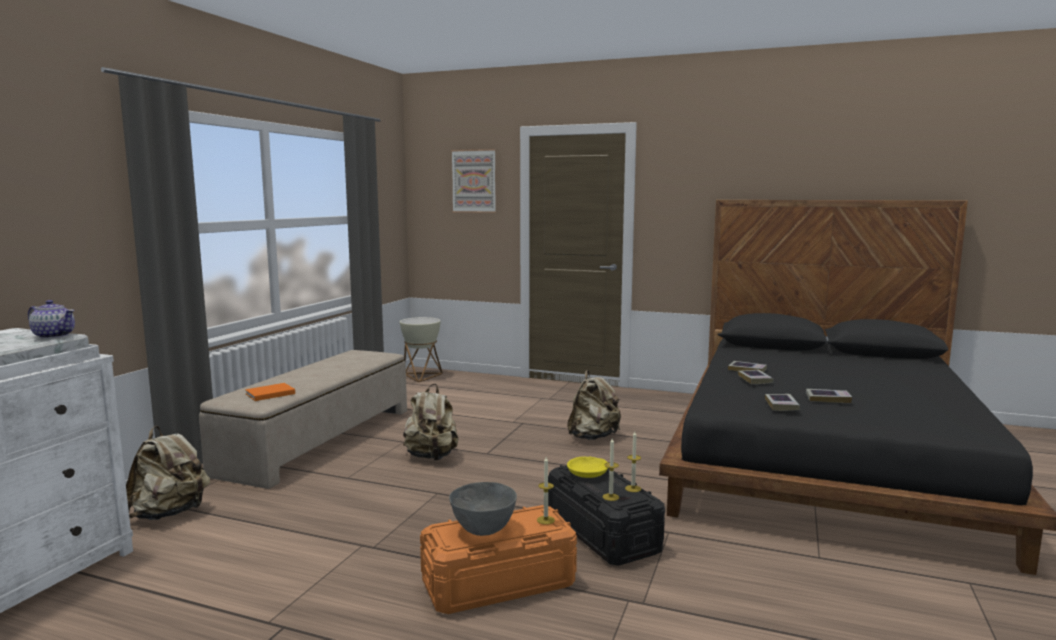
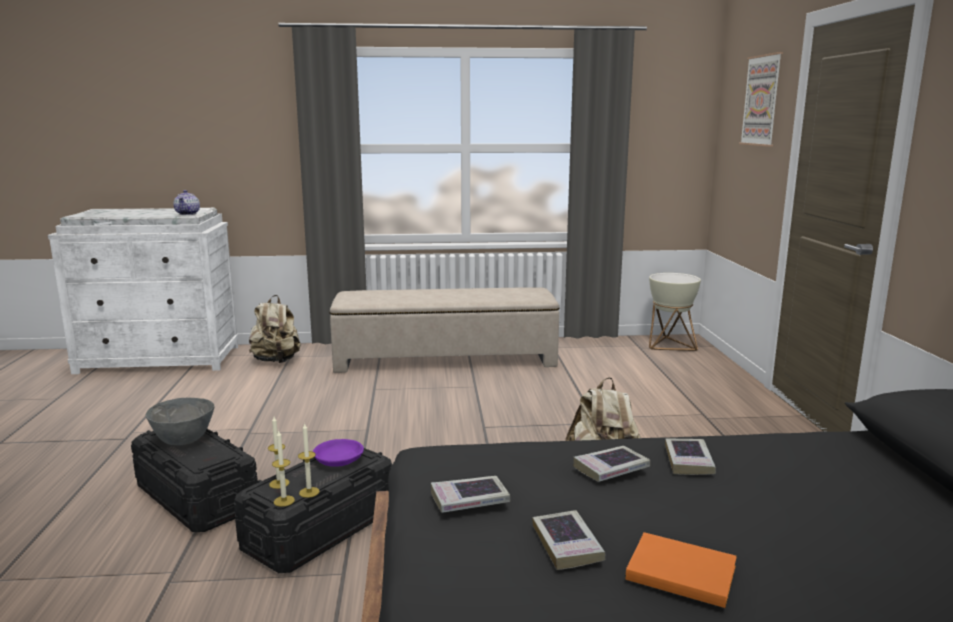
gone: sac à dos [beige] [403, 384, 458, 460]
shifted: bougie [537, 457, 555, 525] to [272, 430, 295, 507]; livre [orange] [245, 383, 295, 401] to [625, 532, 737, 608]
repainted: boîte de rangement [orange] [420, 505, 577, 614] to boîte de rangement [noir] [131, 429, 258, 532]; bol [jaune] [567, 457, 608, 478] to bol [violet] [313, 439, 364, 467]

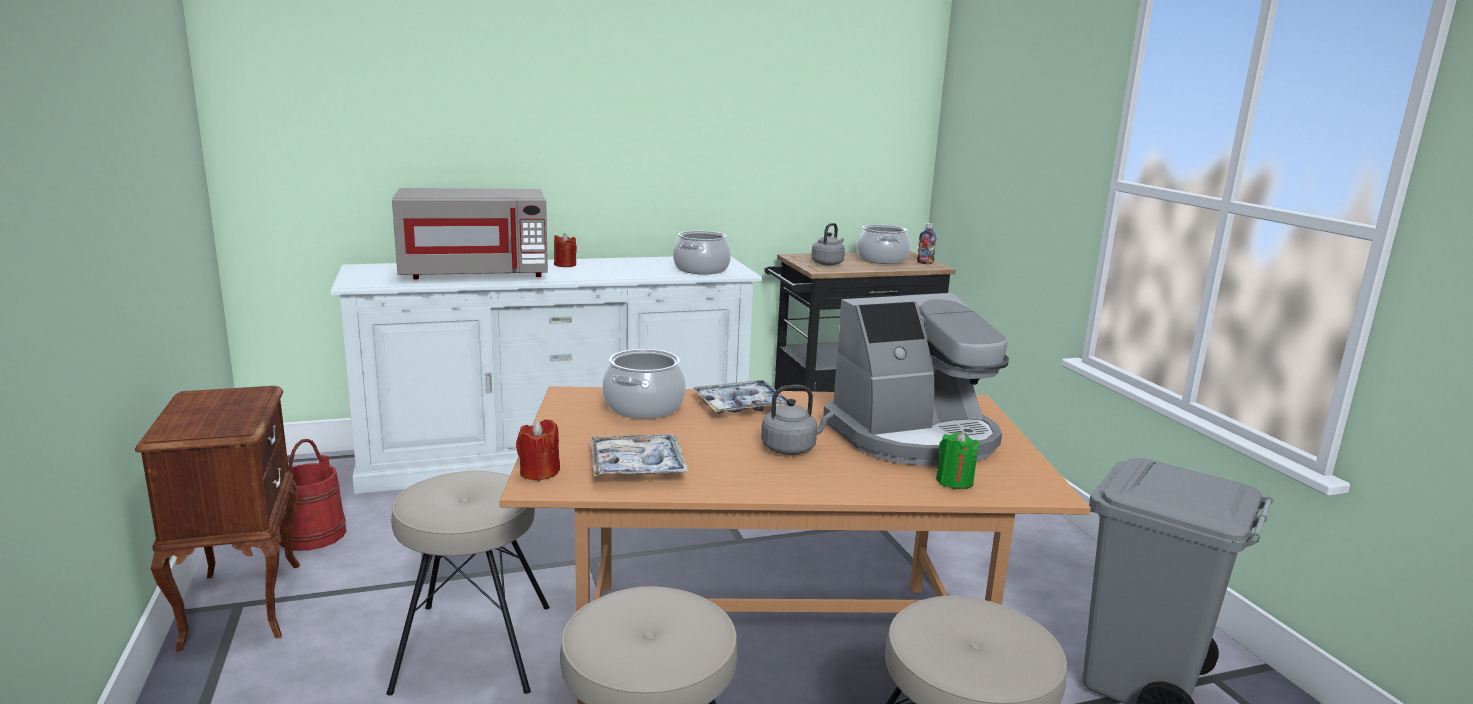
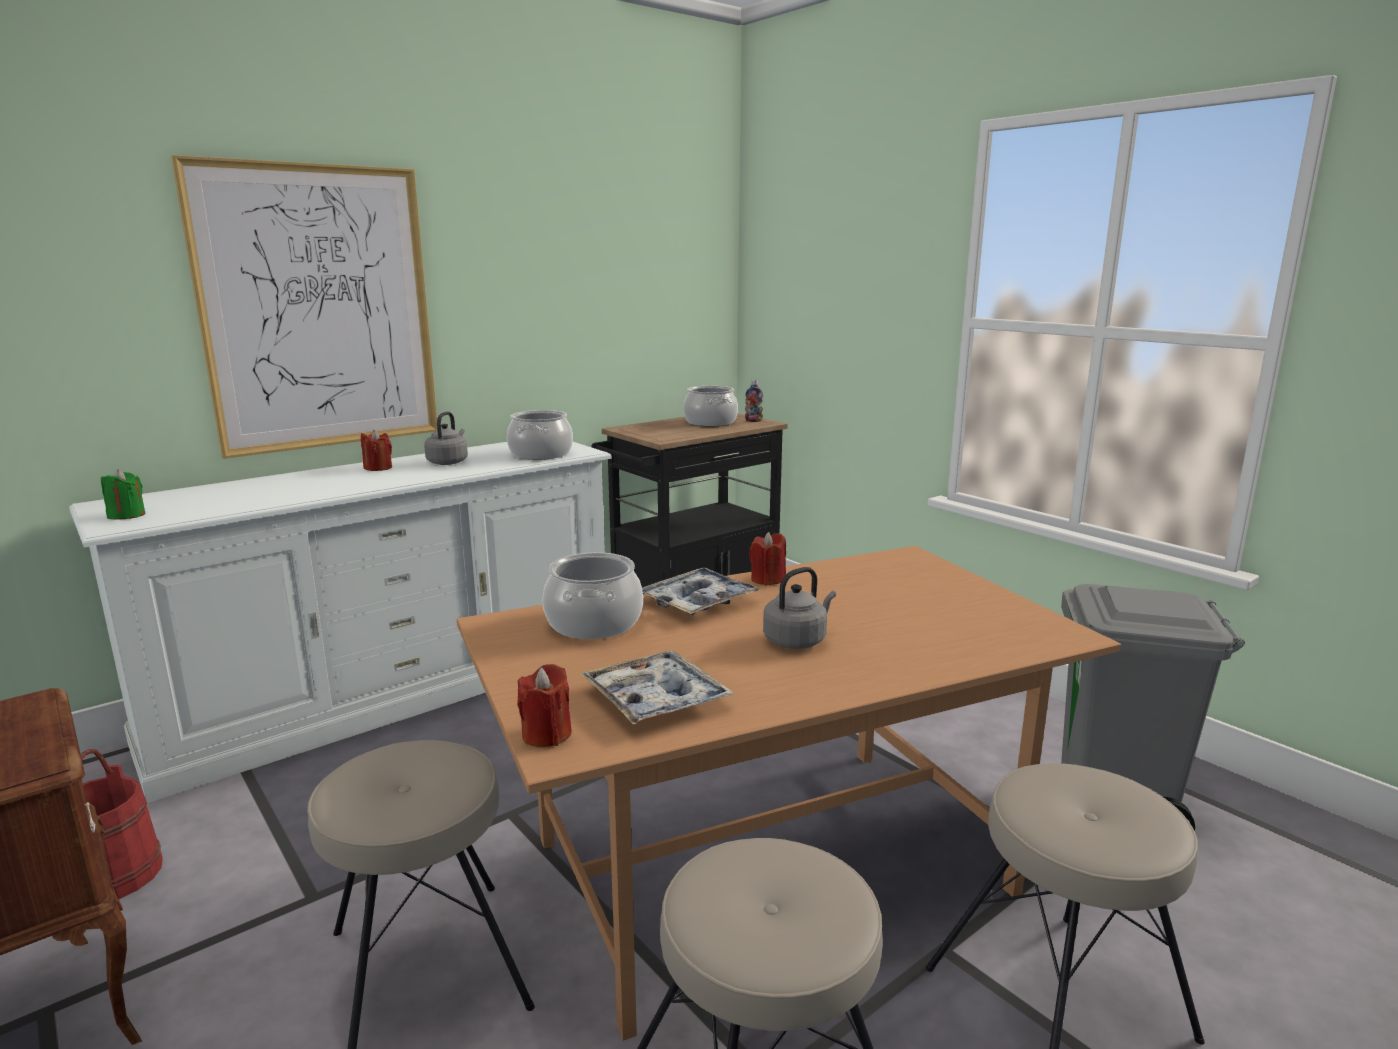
gone: micro-ondes [gris] [392, 188, 548, 279]; machine à café [823, 293, 1009, 466]
new: tableau [171, 155, 437, 459]; bougie [rouge] [749, 532, 786, 585]
shifted: bougie [vert] [936, 431, 980, 489] to [101, 469, 145, 520]; bouilloire [gris] [811, 223, 845, 265] to [424, 411, 468, 465]

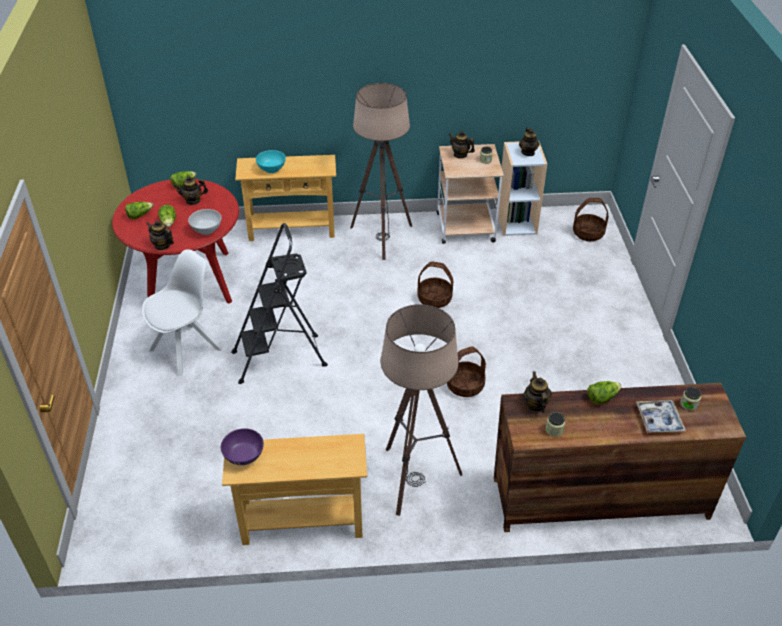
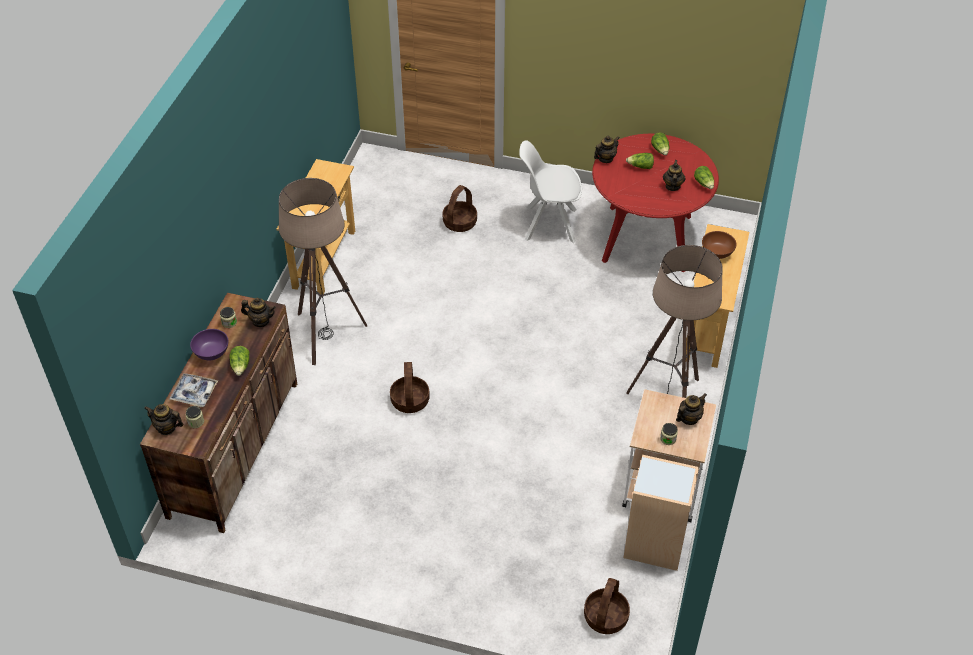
gone: bol [blanc] [188, 209, 222, 235]; escabeau [231, 223, 328, 384]
shifted: théière [519, 127, 539, 156] to [144, 404, 184, 435]; bol [violet] [221, 428, 264, 465] to [190, 329, 228, 360]; panier [417, 262, 453, 308] to [442, 185, 477, 232]
repainted: bol [turquoise] [256, 150, 286, 173] to bol [marron] [702, 231, 736, 259]
rotated: chaise [blanc] [142, 249, 223, 376] = [519, 140, 582, 243] 120 degrees clockwise

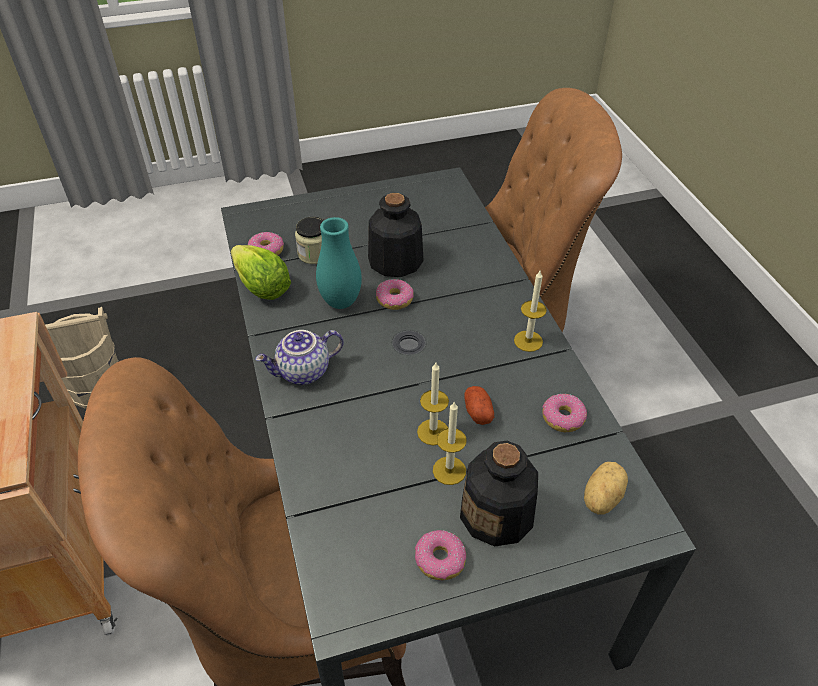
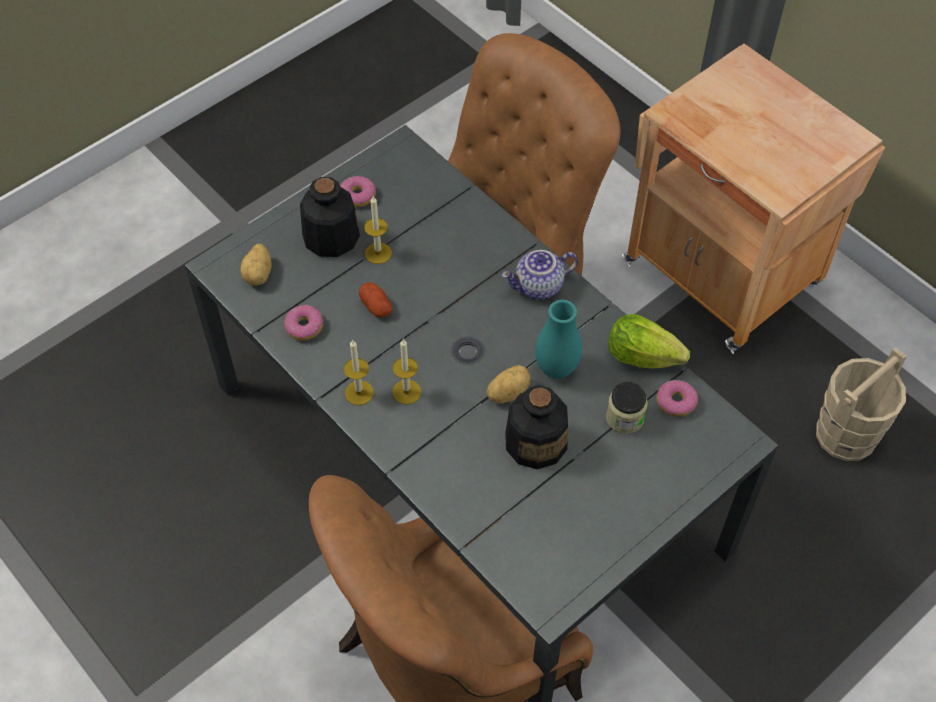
shifted: bougie [417, 363, 449, 445] to [392, 339, 421, 404]
swapped: beignet [376, 279, 414, 310] to pomme de terre [487, 365, 530, 403]
rotated: théière [255, 330, 344, 385] = [502, 250, 578, 299] 150 degrees counterclockwise

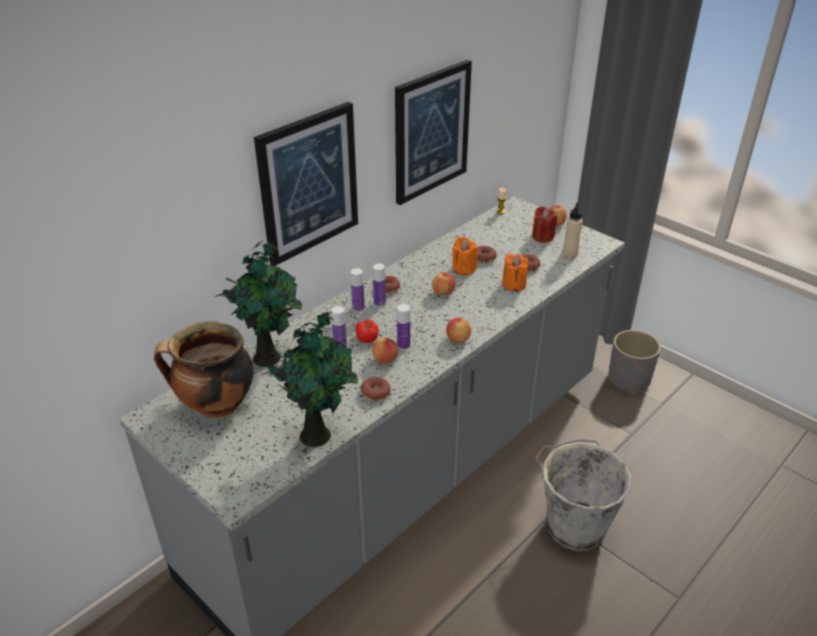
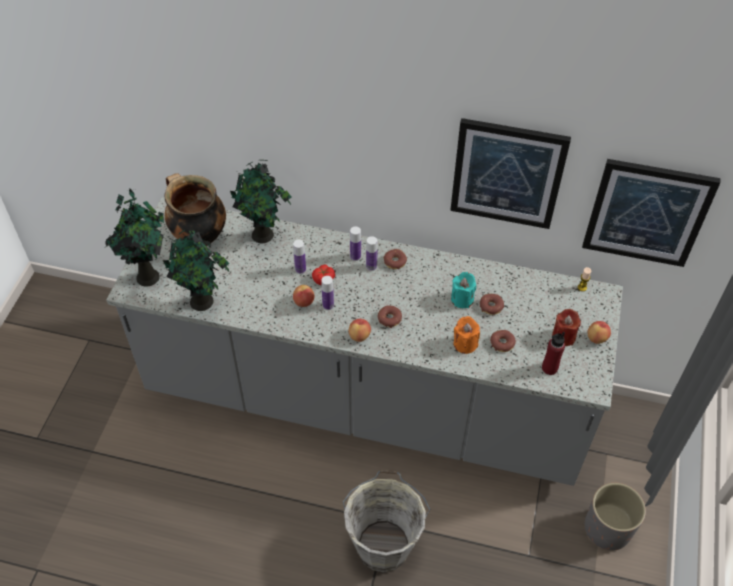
gone: pomme [432, 272, 456, 295]
new: plante en pot [105, 188, 164, 287]
shifted: beignet [361, 377, 391, 401] to [378, 305, 402, 328]; tableau [254, 102, 358, 266] to [582, 159, 721, 267]
repainted: bougie [orange] [452, 237, 478, 275] to bougie [turquoise] [451, 272, 476, 308]; bouteille [beige] [562, 203, 583, 258] to bouteille [rouge] [542, 332, 565, 375]

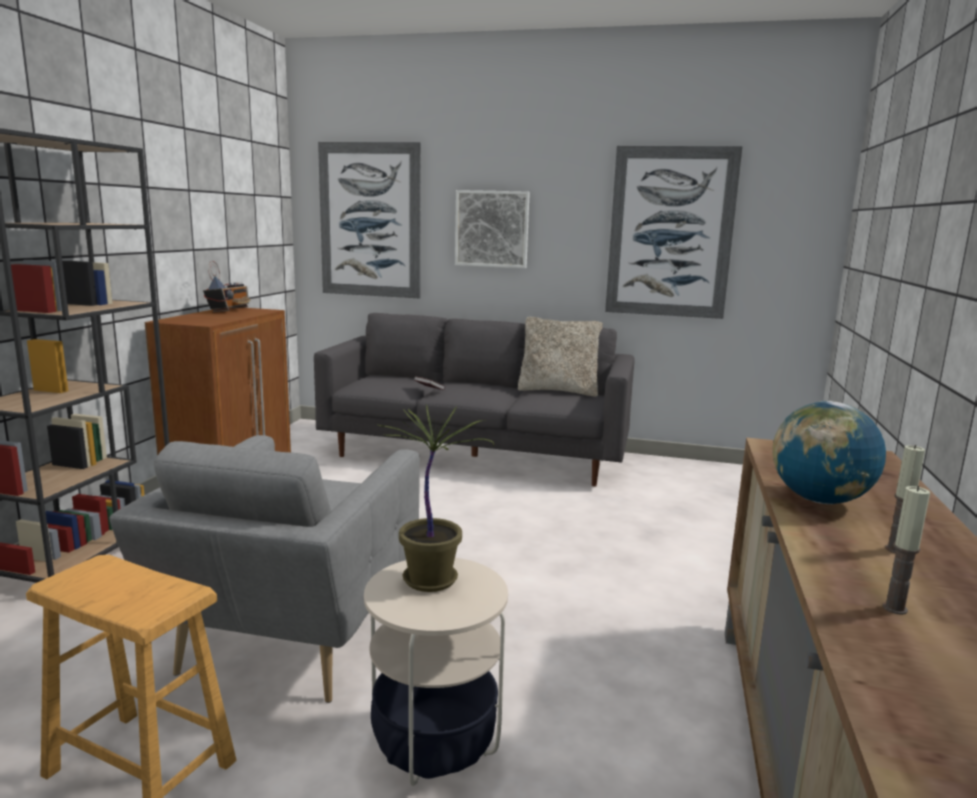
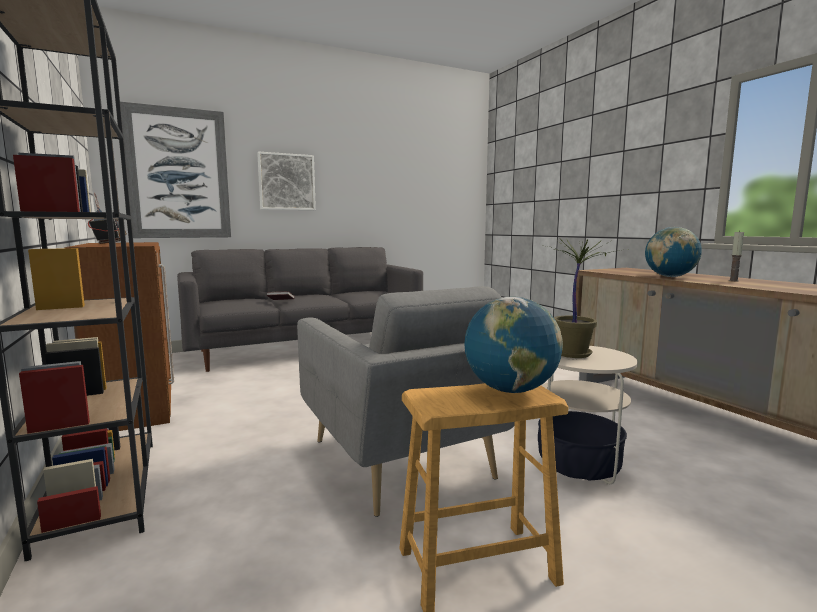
gone: coussin [beige] [518, 317, 603, 397]; tableau [605, 146, 743, 319]; bougie [883, 486, 930, 615]
new: globe [464, 297, 563, 393]

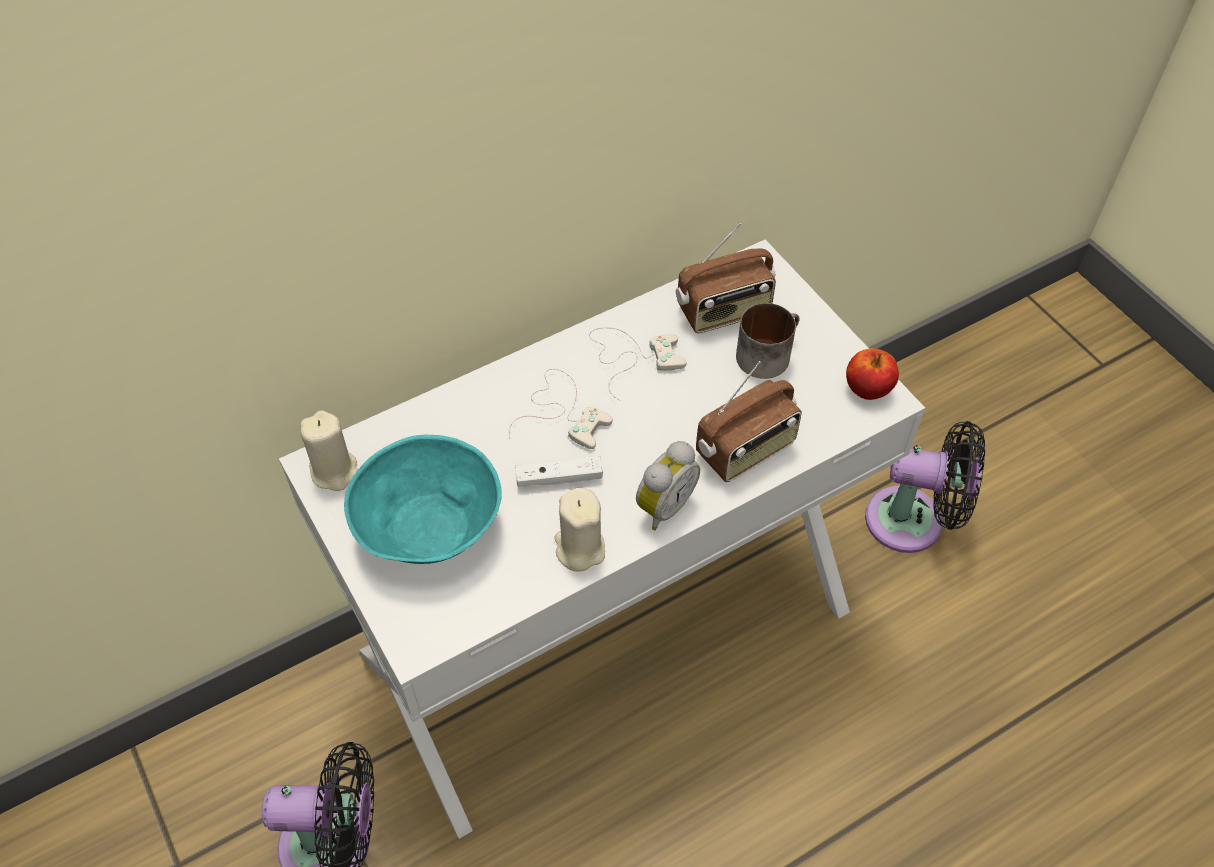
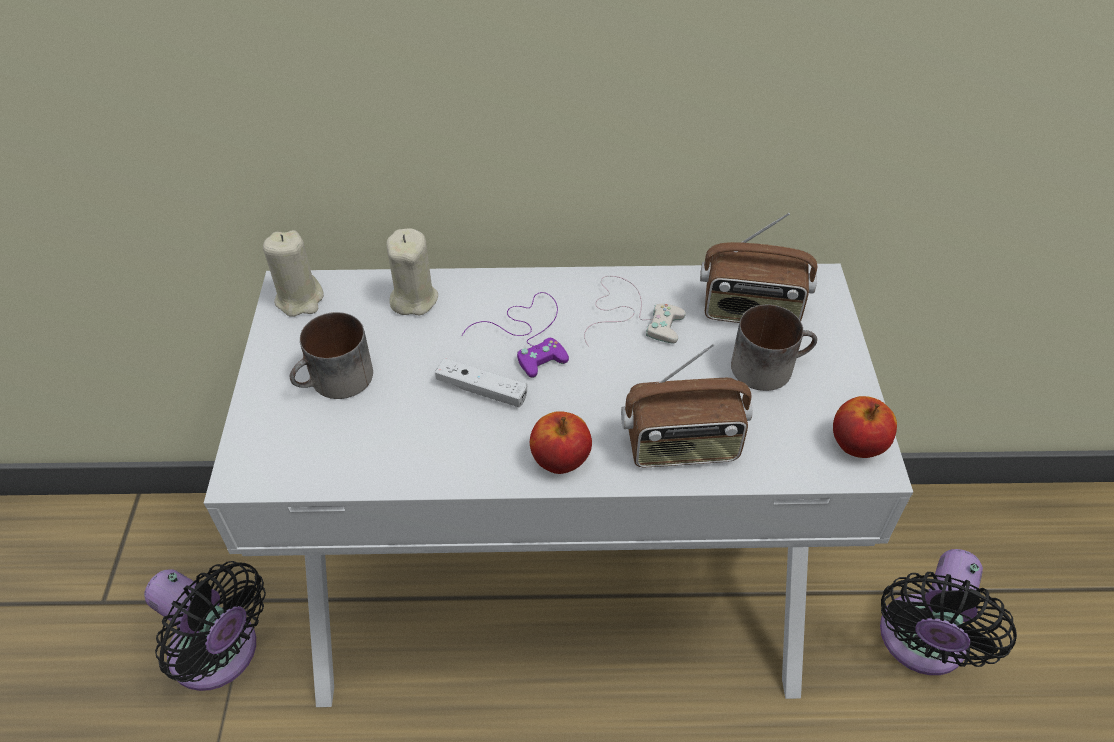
shifted: bougie [beige] [554, 488, 605, 572] to [386, 228, 438, 315]
swapped: bol [turquoise] [344, 435, 502, 564] to mug [290, 312, 373, 399]; réveil [636, 441, 700, 530] to pomme [530, 411, 592, 474]
repainted: manette [blanc] [509, 369, 613, 449] to manette [violet] [462, 292, 569, 378]
rotated: ventilateur [noir] [865, 421, 985, 553] = [880, 549, 1017, 675] 75 degrees clockwise

